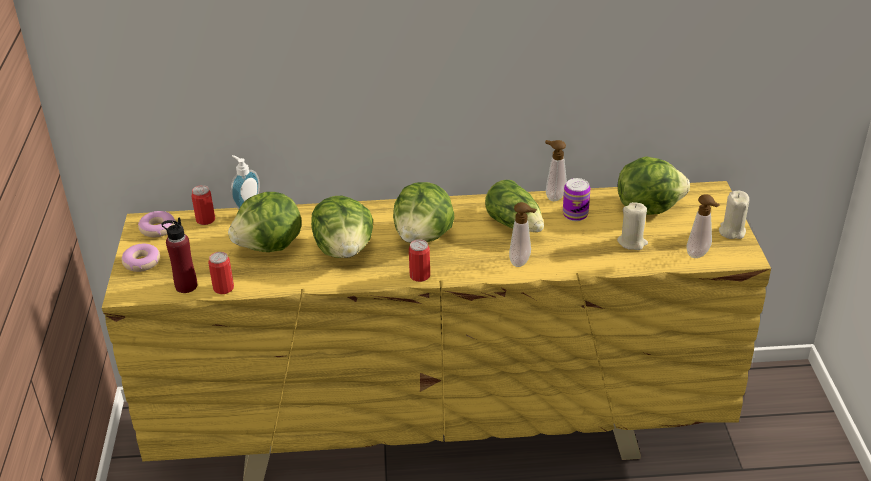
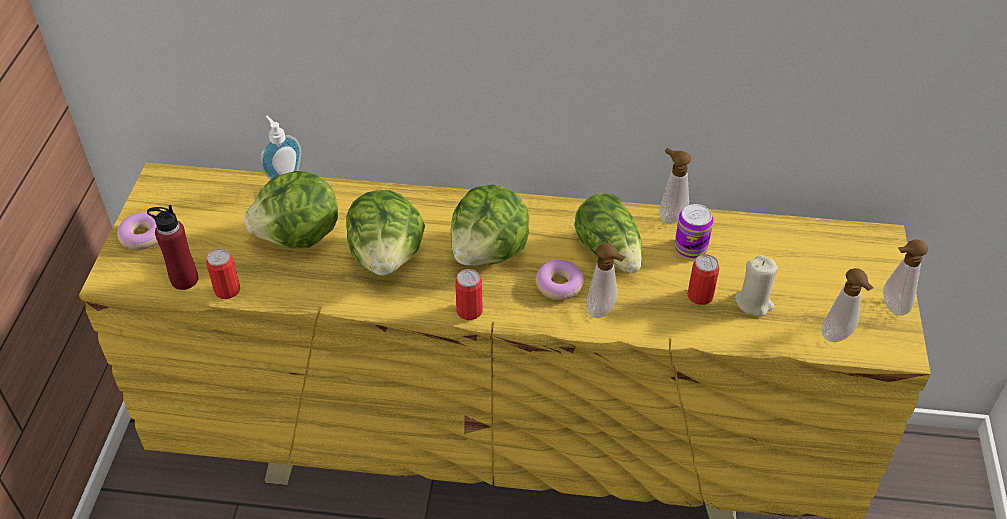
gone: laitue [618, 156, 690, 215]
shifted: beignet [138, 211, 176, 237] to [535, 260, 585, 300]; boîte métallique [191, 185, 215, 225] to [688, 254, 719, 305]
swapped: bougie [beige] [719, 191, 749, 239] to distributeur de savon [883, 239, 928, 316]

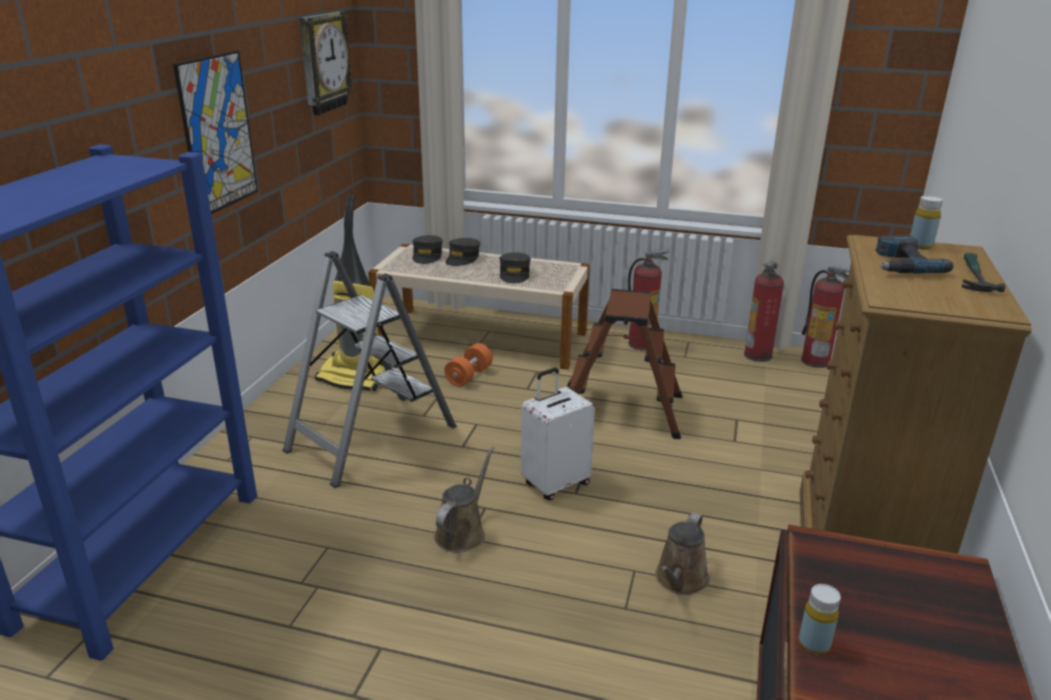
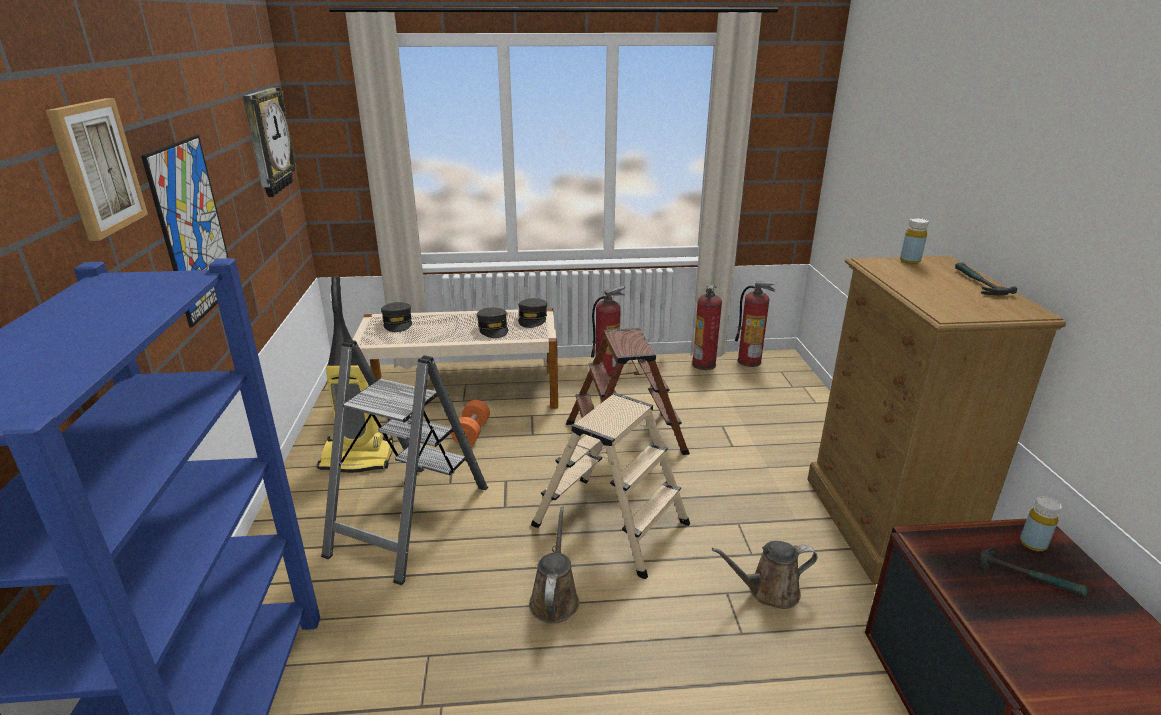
gone: perceuse [875, 236, 954, 274]
new: tableau [46, 98, 148, 241]; marteau [980, 547, 1088, 597]
shifted: casquette [gris] [445, 238, 480, 266] to [518, 298, 547, 328]; bouteille [jaune] [799, 584, 841, 655] to [1020, 496, 1062, 551]
swapped: valise [blanc] [521, 368, 595, 500] to escabeau [beige] [531, 392, 690, 579]
rotated: arrosoir [marron] [655, 513, 710, 595] = [712, 541, 818, 609] 75 degrees clockwise

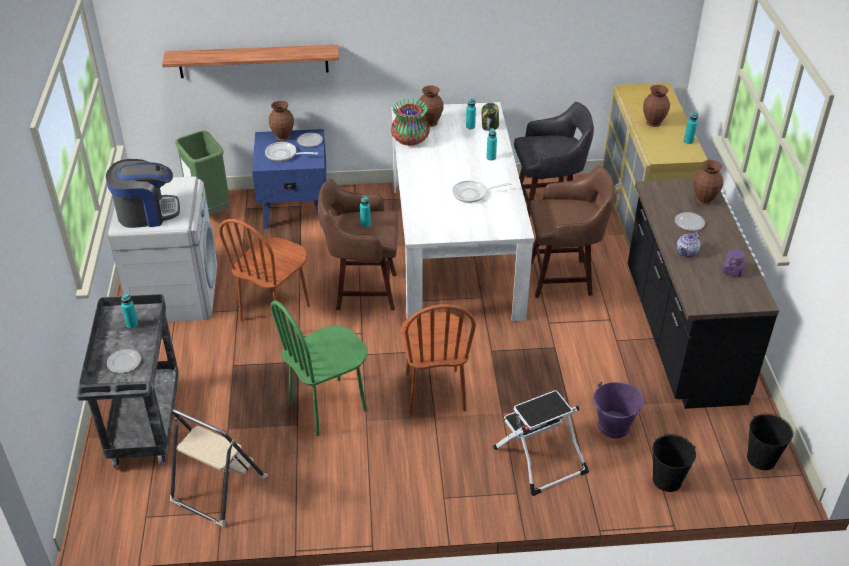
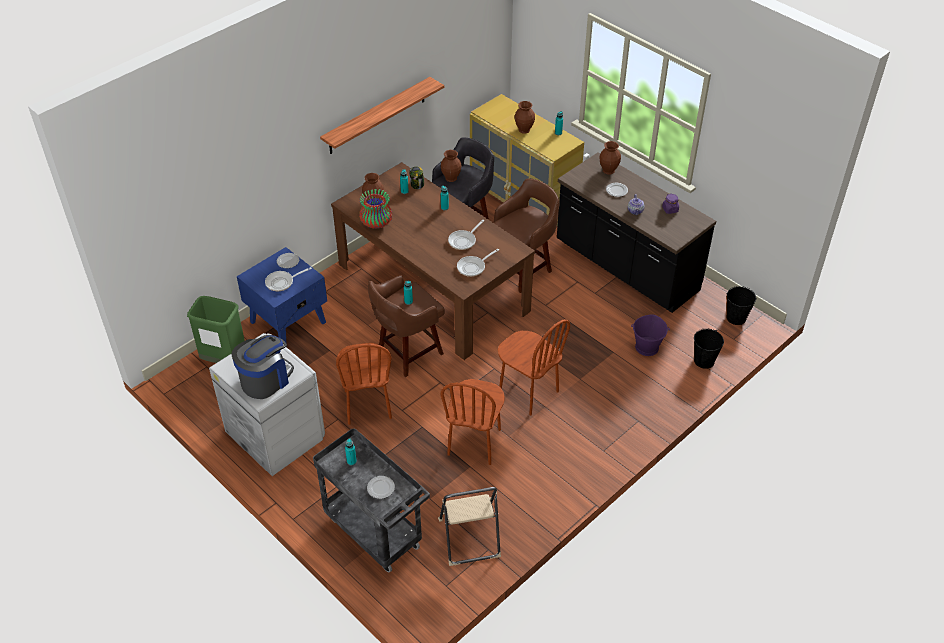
gone: escabeau [493, 390, 589, 496]
new: poêle [457, 249, 499, 277]
shifted: étagère [162, 45, 339, 78] to [320, 77, 444, 154]; vase [marron] [269, 101, 294, 141] to [441, 150, 462, 182]
repainted: table à manger [blanc] [391, 102, 535, 321] to table à manger [marron] [331, 162, 535, 360]; chaise [vert] [271, 300, 368, 436] to chaise [marron] [441, 379, 505, 465]

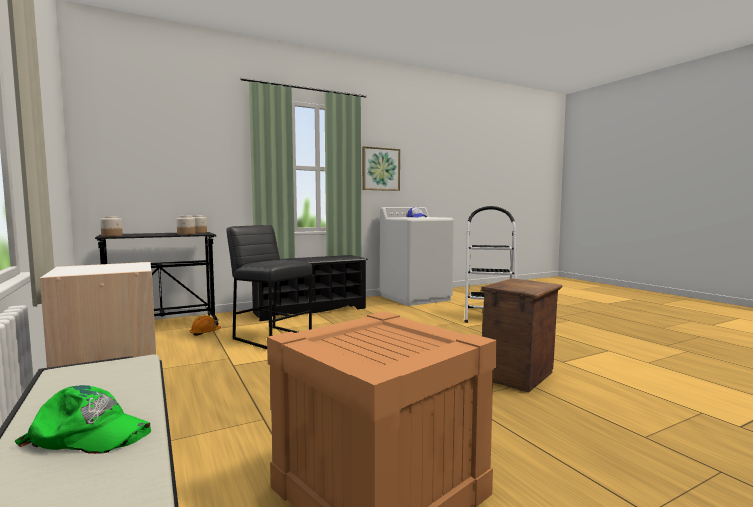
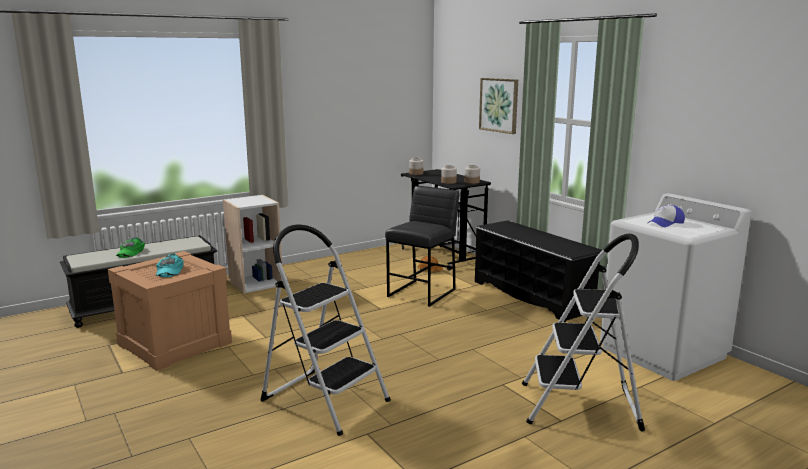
new: casquette [turquoise] [156, 253, 183, 277]
shifted: tableau [362, 146, 400, 191] to [479, 78, 518, 134]
swapped: caisse [481, 278, 563, 392] to escabeau [261, 225, 391, 436]

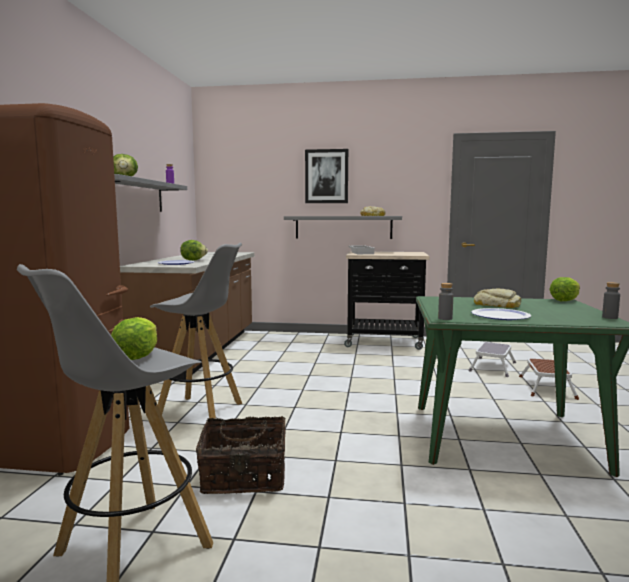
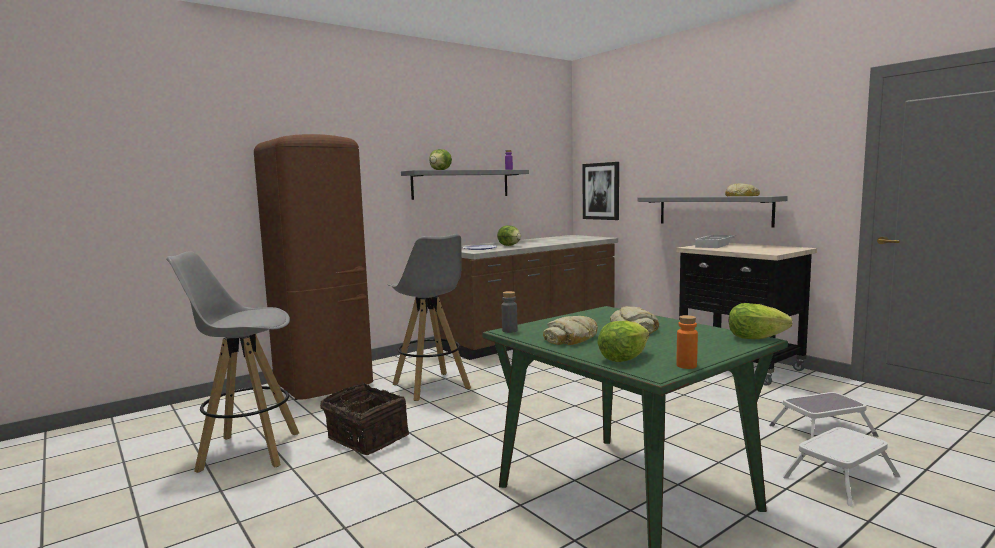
shifted: tableau [305, 149, 348, 203] to [582, 162, 619, 220]; laitue [111, 317, 157, 360] to [597, 321, 649, 362]
swapped: assiette [471, 308, 531, 320] to pain [543, 316, 598, 345]
repainted: bouteille [gris] [602, 282, 620, 319] to bouteille [orange] [676, 315, 698, 369]; escabeau [marron] [519, 358, 579, 400] to escabeau [blanc] [783, 427, 900, 506]

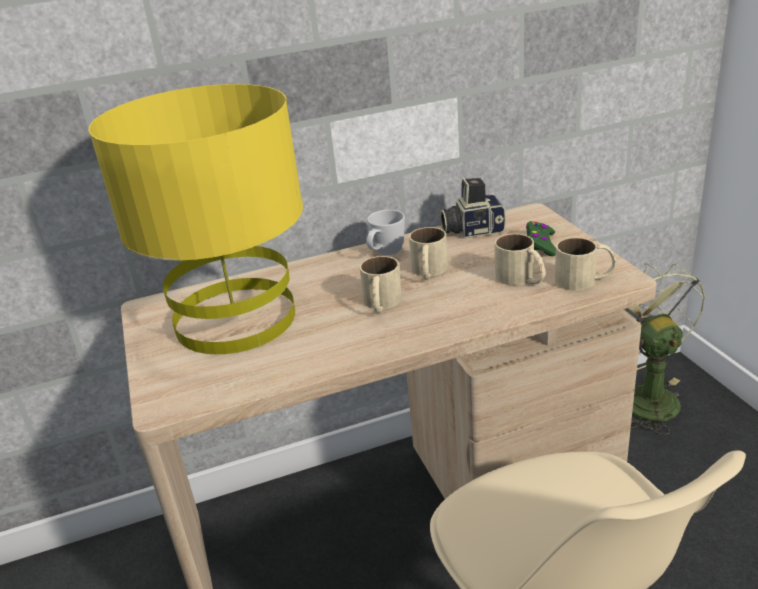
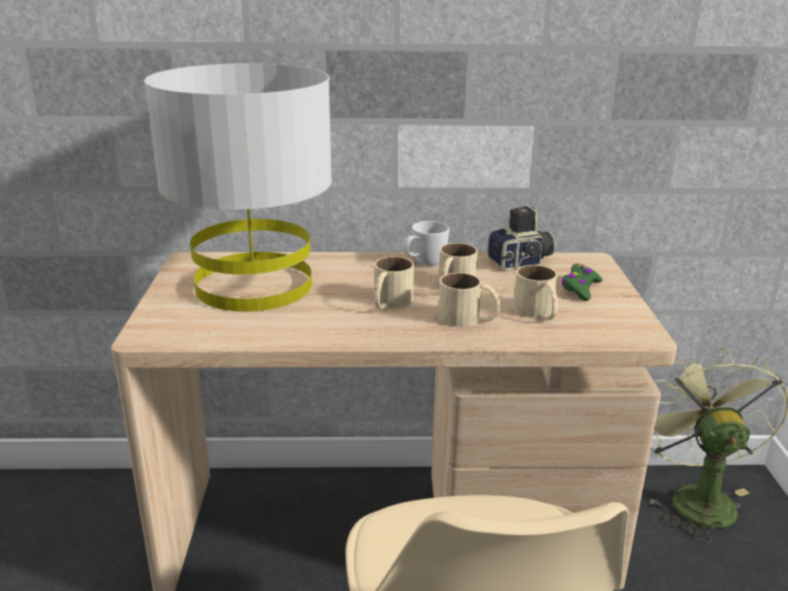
shifted: mug [beige] [555, 237, 616, 291] to [438, 273, 501, 327]
repainted: lampe de table [jaune] [88, 84, 303, 355] to lampe de table [gris] [144, 63, 332, 312]
rotated: appareil photo [440, 177, 506, 238] = [488, 204, 556, 270] 150 degrees clockwise

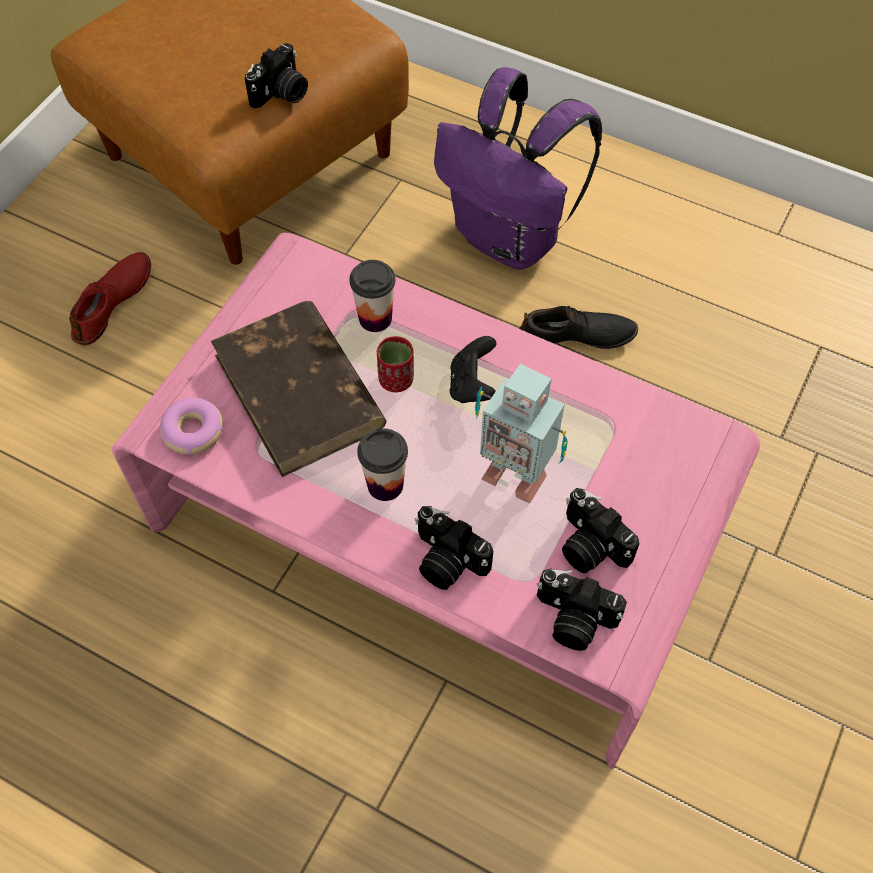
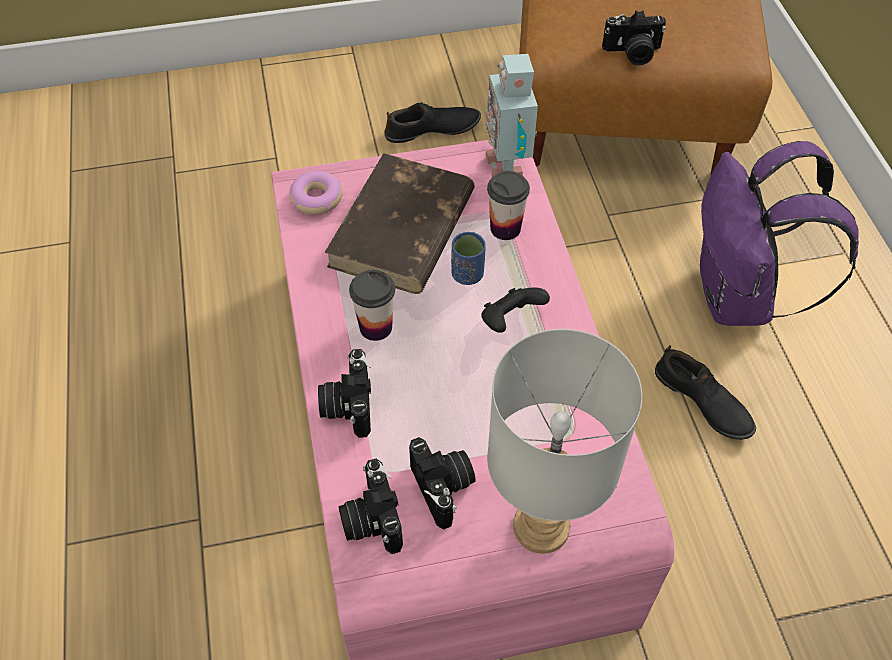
new: lampe de table [gris] [487, 329, 642, 554]
shifted: robot jouet [475, 363, 568, 504] to [484, 54, 538, 177]
repainted: chaussure [rouge] [69, 252, 151, 346] to chaussure [noir] [384, 102, 481, 143]; tasse [rouge] [377, 336, 414, 392] to tasse [bleu] [451, 232, 486, 285]
rotated: appareil photo [562, 488, 639, 573] = [409, 437, 476, 530] 150 degrees clockwise

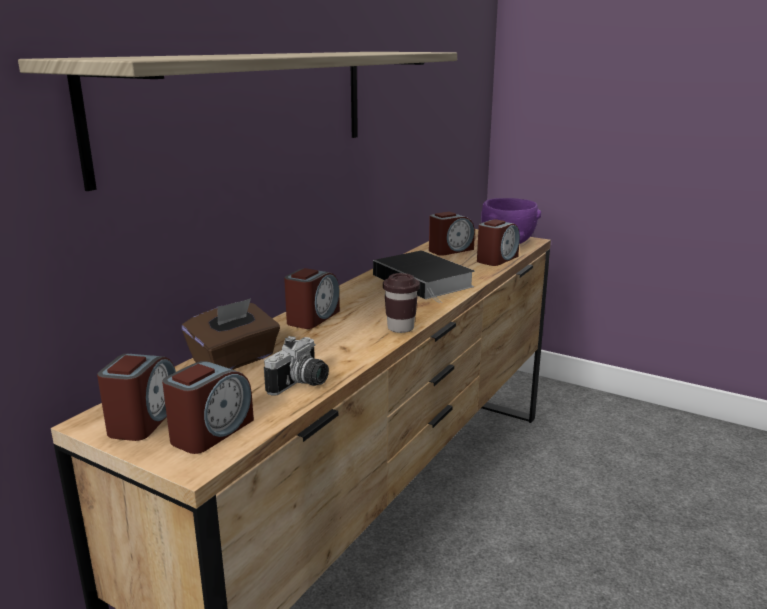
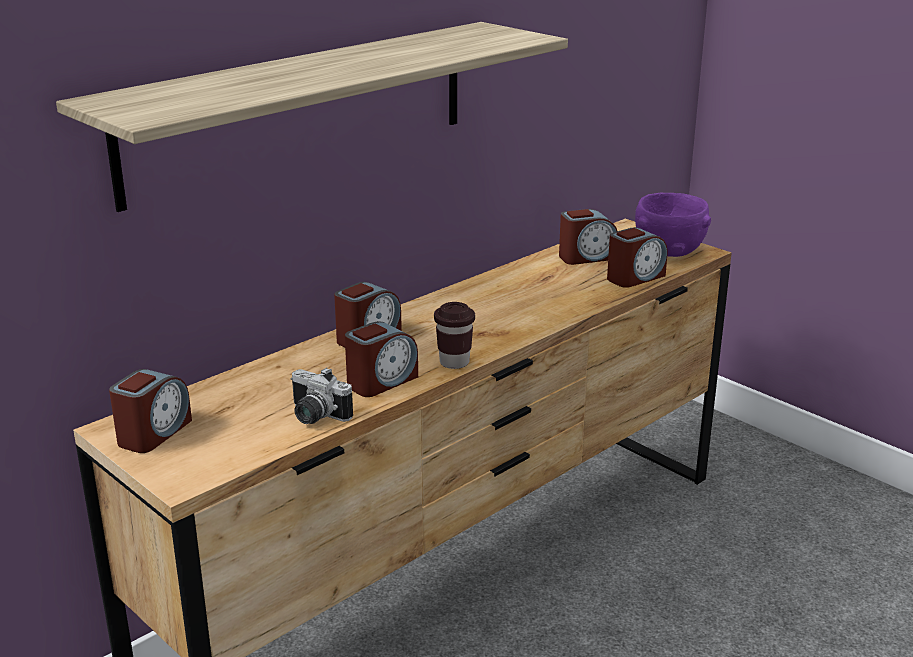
gone: boîte à mouchoirs [marron] [182, 298, 280, 370]; livre [373, 251, 475, 303]
shifted: réveil [162, 361, 254, 454] to [345, 321, 418, 397]
rotated: appareil photo [264, 336, 329, 396] = [291, 368, 353, 424] 75 degrees clockwise

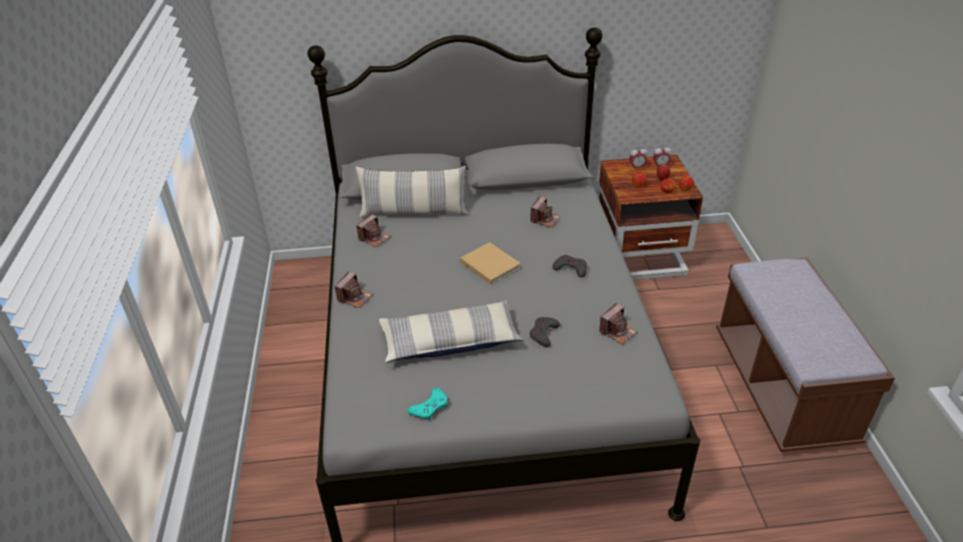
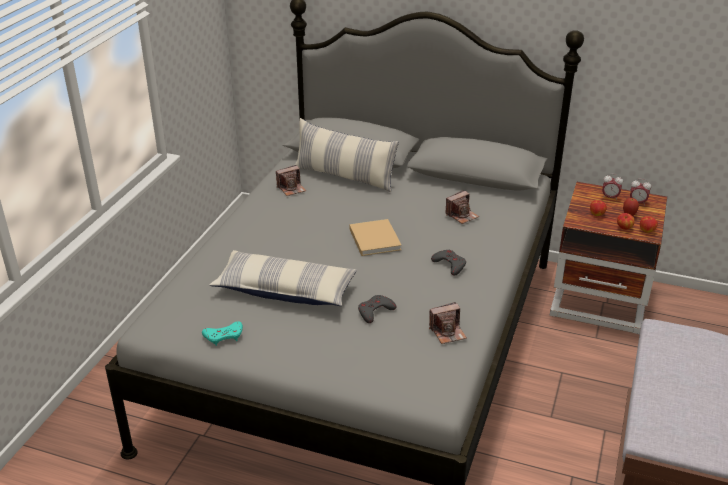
gone: appareil photo [334, 271, 373, 308]

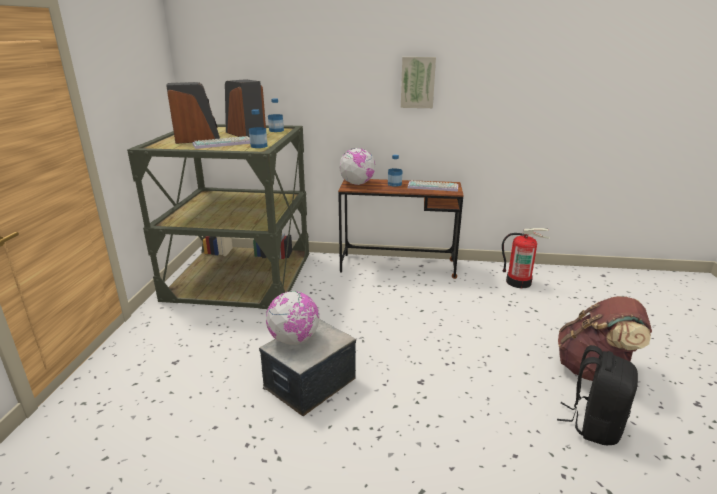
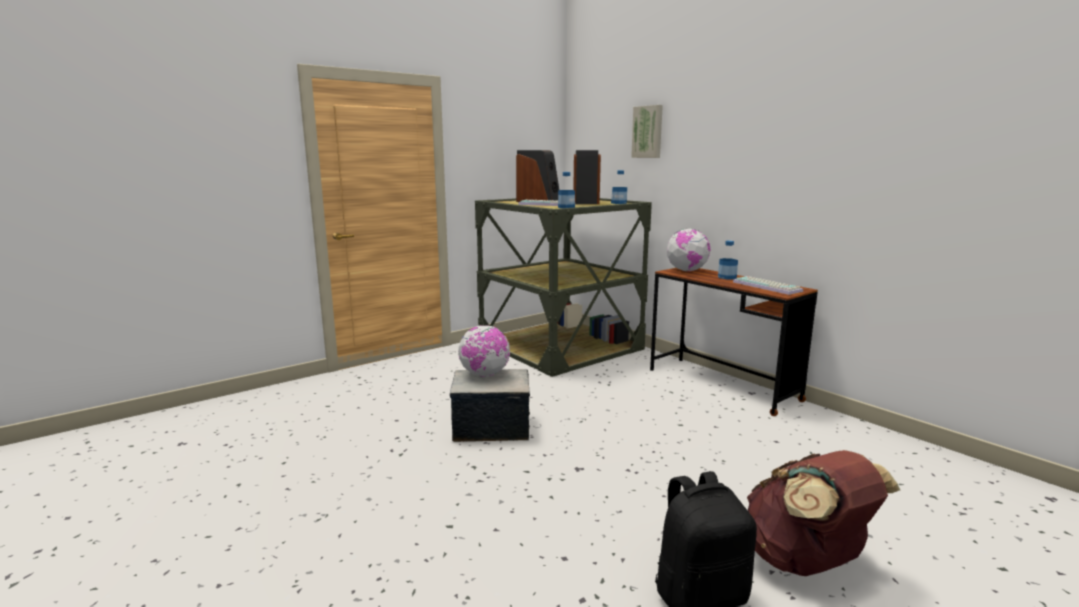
gone: extincteur [502, 228, 550, 288]
shifted: tableau [401, 57, 436, 108] to [631, 105, 663, 158]

